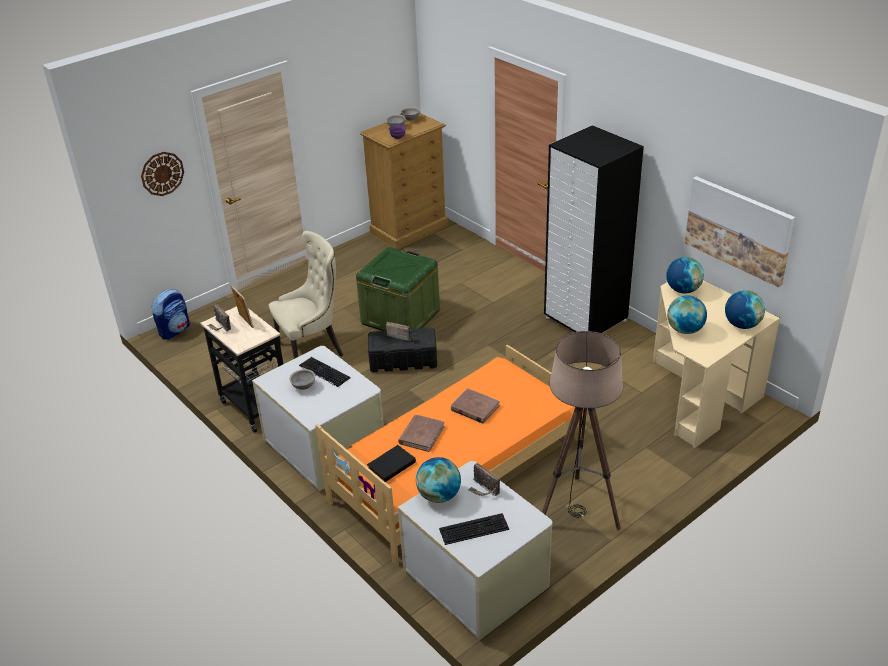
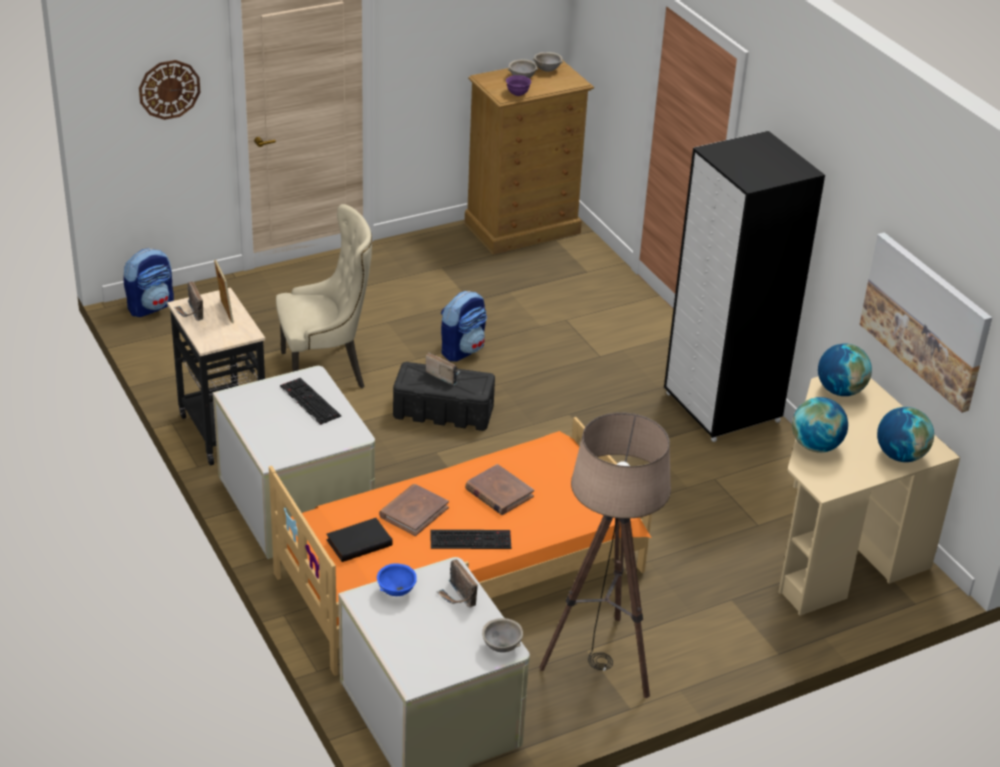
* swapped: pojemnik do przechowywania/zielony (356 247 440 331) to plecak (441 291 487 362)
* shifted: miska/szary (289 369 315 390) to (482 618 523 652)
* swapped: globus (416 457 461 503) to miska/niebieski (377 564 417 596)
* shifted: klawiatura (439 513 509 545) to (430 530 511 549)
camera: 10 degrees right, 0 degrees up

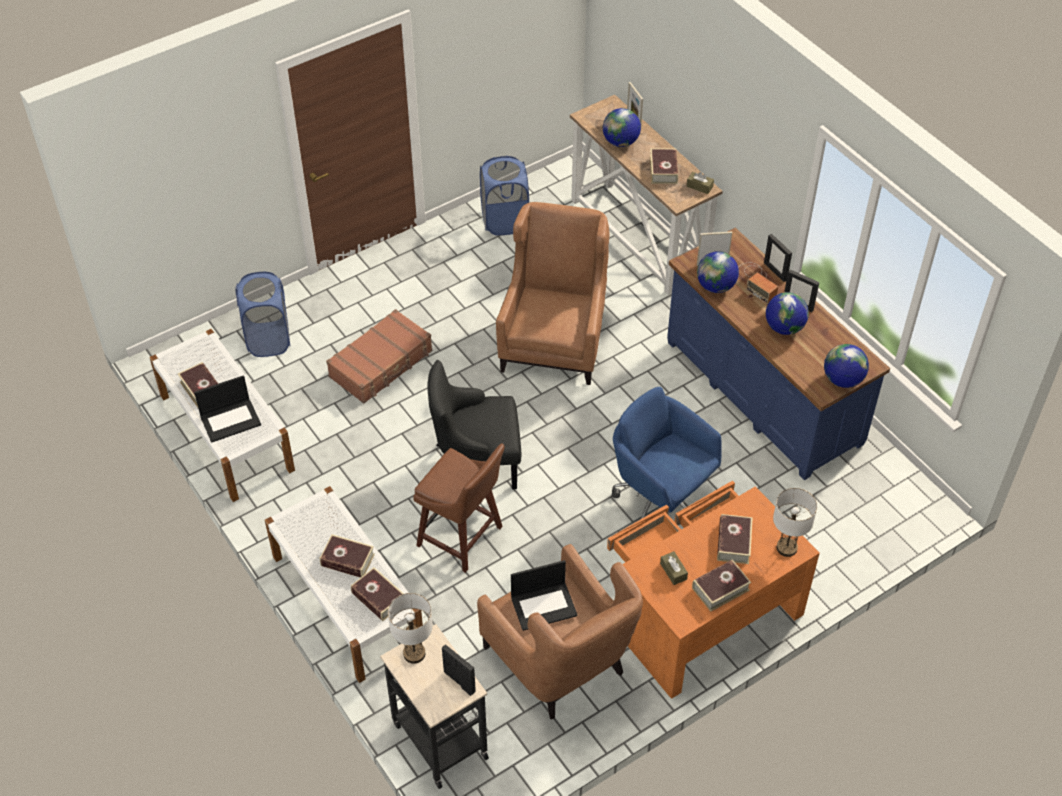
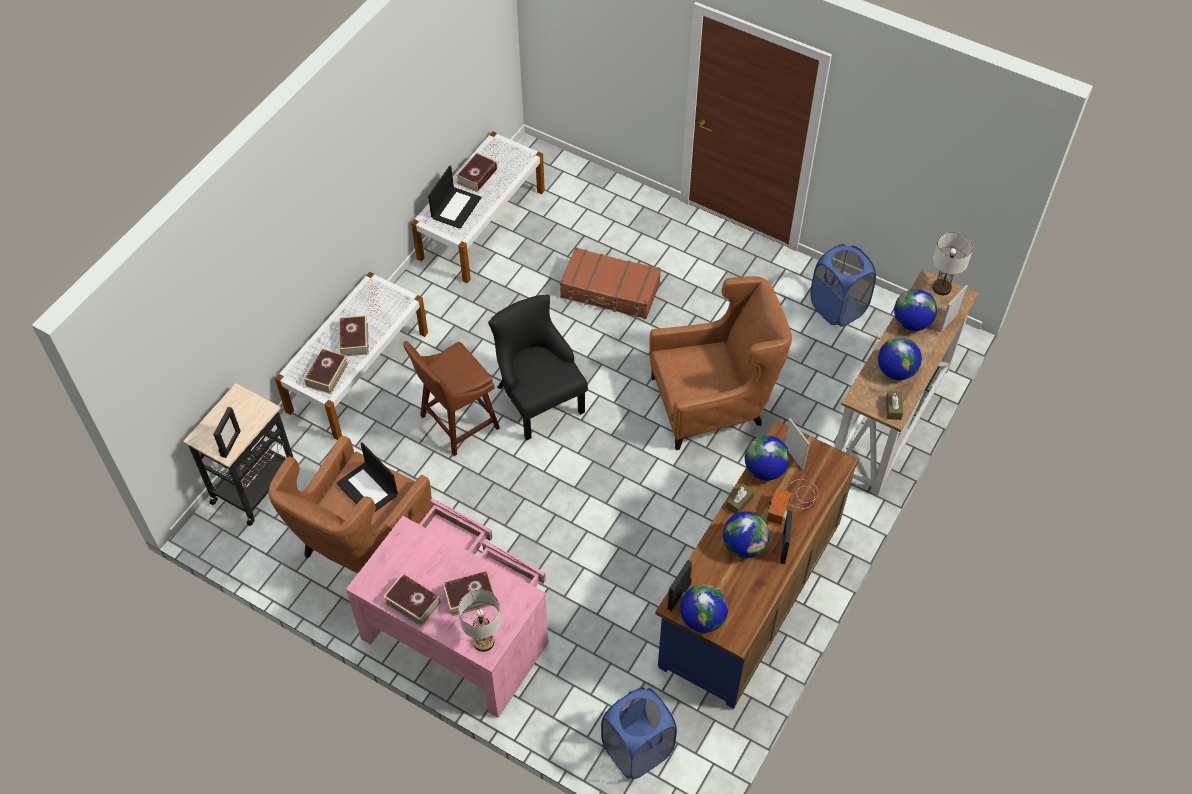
* swapped: książka (650 148 678 184) to globus (878 337 922 380)
* shifted: ramka na zdjęcie (764 234 792 282) to (667 560 692 611)
* shifted: kosz na pranie/niebieski (236 272 290 357) to (601 688 677 779)
* rotated: laptop (194 375 261 443) = (428 166 481 229) 105 degrees counterclockwise
* gone: krzesło biurowe/niebieski (612 387 722 519)
* rotated: krzesło/brązowy (413 444 504 573) = (403 341 500 456) 45 degrees clockwise
* repainted: biurko/pomarańczowy (607 481 820 699) to biurko/różowy (346 498 549 718)
* shifted: pudełko chusteczek/brązowy (660 552 688 585) to (726 483 754 514)
* shifted: lampa stołowa (388 593 433 664) to (933 232 973 295)
camera: 65 degrees right, 5 degrees up

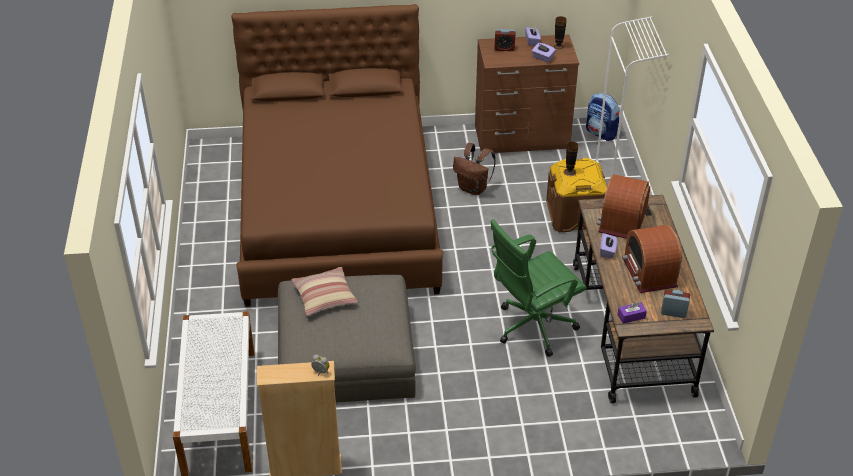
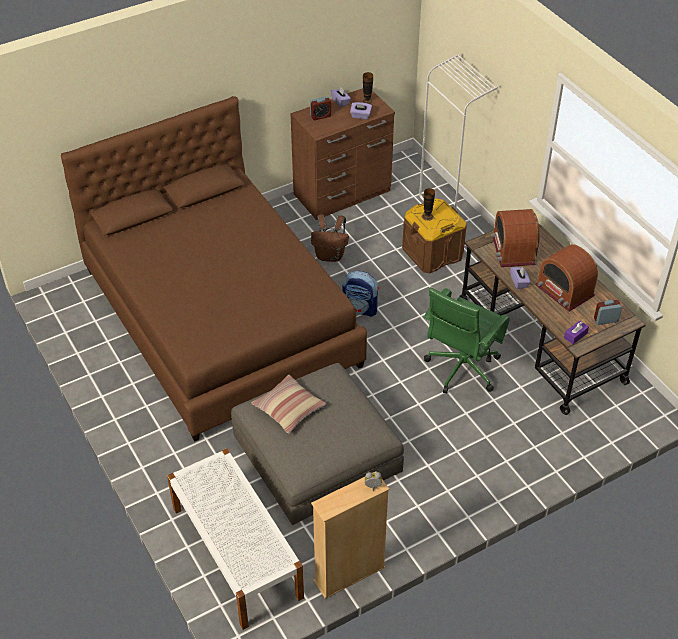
* shifted: plecak (586 93 619 141) to (342 271 379 317)
camera: 25 degrees left, 5 degrees up

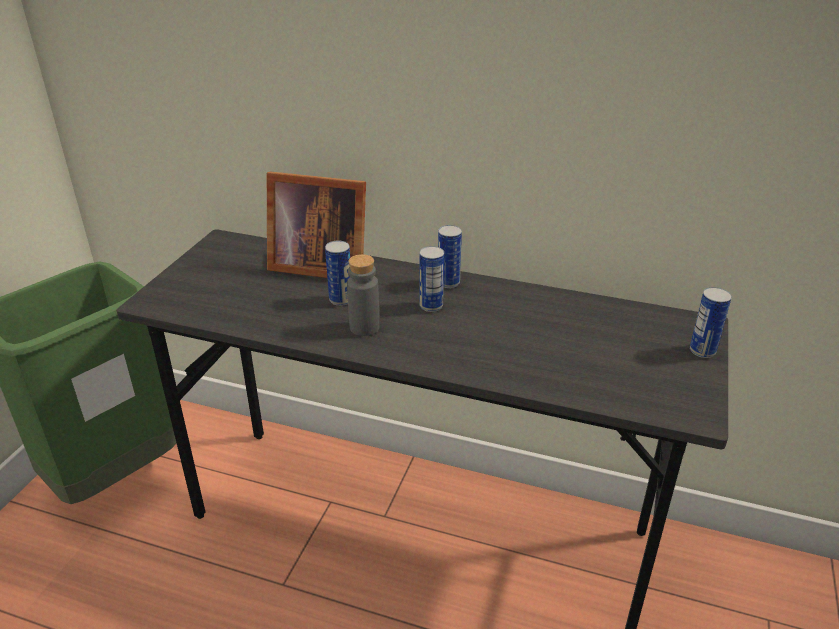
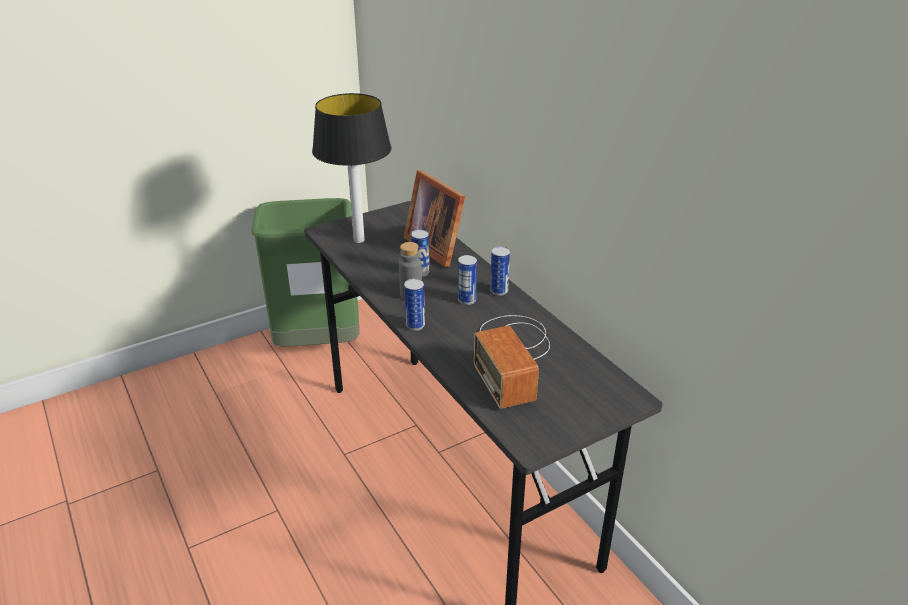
* shifted: puszka (690 287 732 358) to (404 279 425 331)
* new: lampa stołowa (312 93 391 243)
* new: radio (474 315 550 409)
camera: 40 degrees right, 0 degrees up

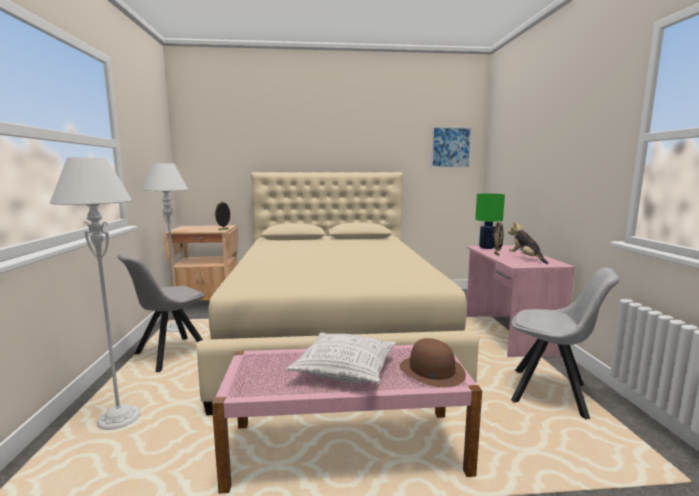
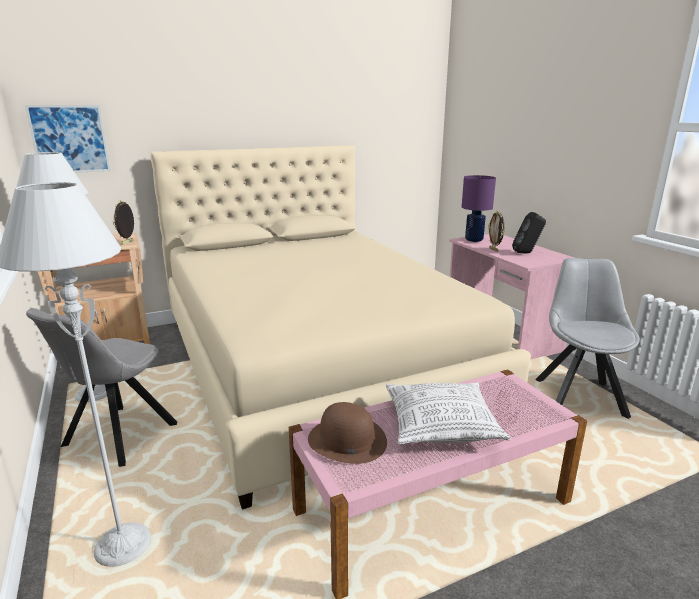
* shifted: obraz (431 127 472 168) to (25 105 111 173)
* repainted: lampa stołowa/zielony (475 193 505 249) to lampa stołowa/fioletowy (462 175 496 242)
* swapped: pluszak (508 222 549 264) to głośnik/czarny (512 212 546 254)
* rotated: krzesło/szary (511 268 620 419) = (535 258 640 419) 90 degrees counterclockwise
* shifted: kapelusz/brązowy (400 338 466 387) to (308 402 387 464)
camera: 20 degrees left, 10 degrees up

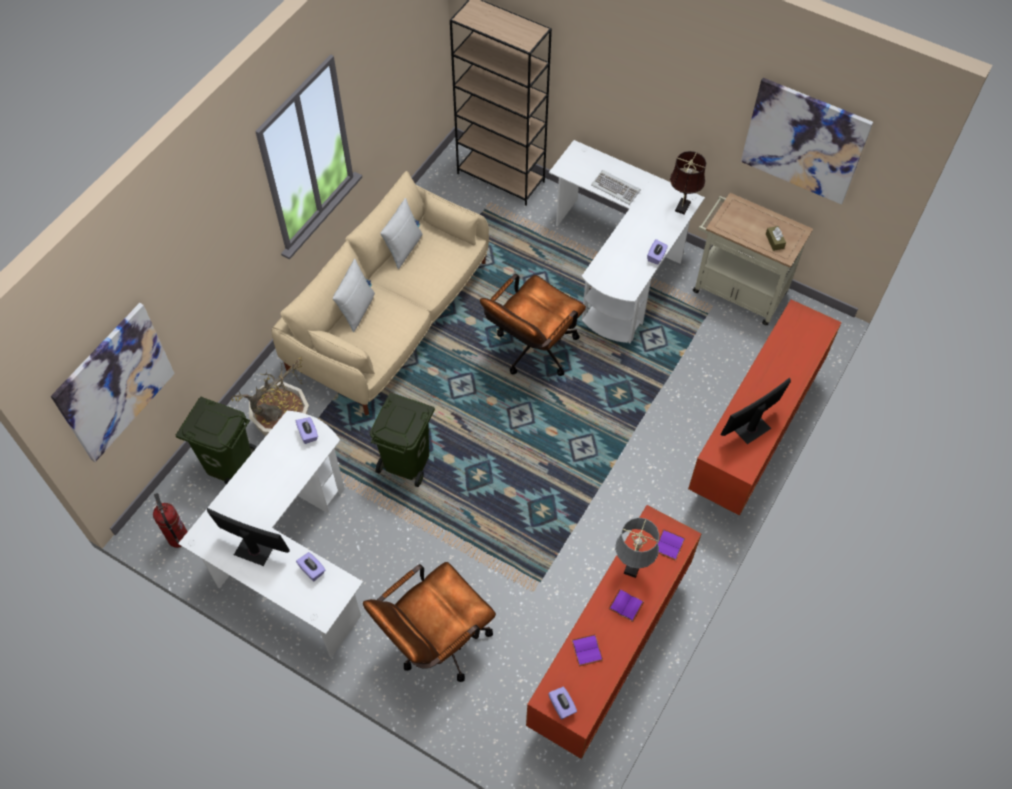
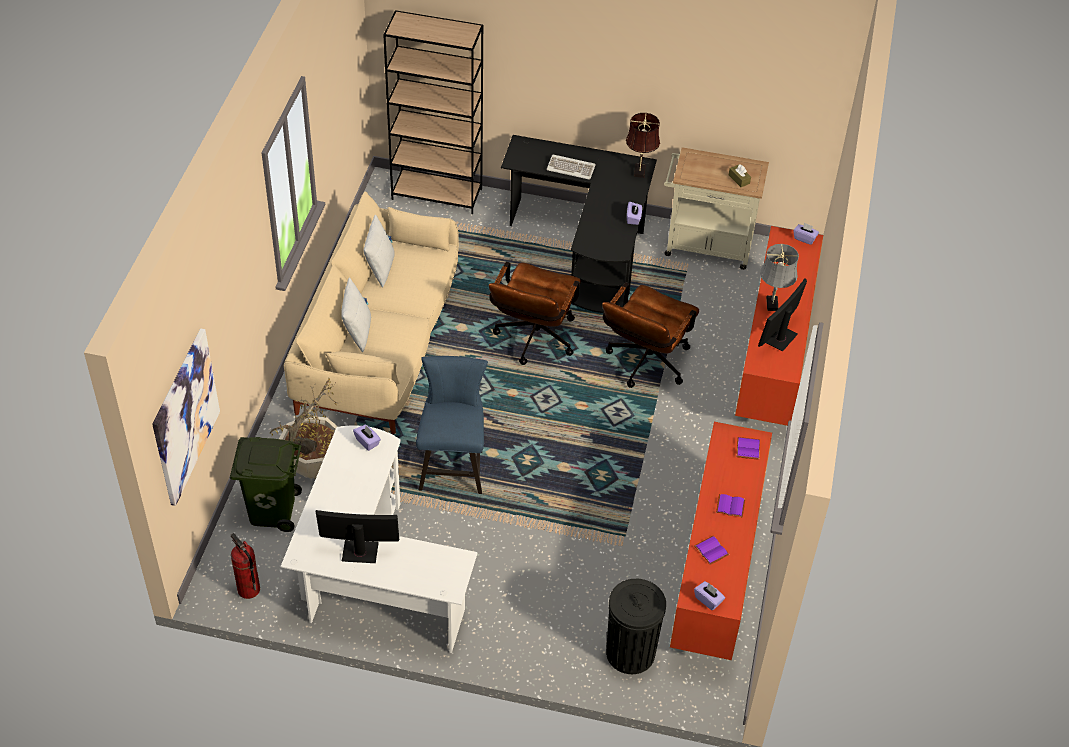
* gone: obraz (741 78 873 204)
* repainted: biurko/biały (549 140 705 343) to biurko/czarny (501 135 657 313)
* swapped: kosz na śmieci/zielony (370 393 435 487) to krzesło/niebieski (416 356 488 494)
* shifted: lampa stołowa/szary (615 518 659 578) to (760 244 799 311)
* shifted: pudełko chusteczek/fioletowy (296 552 326 581) to (794 223 819 245)
* shifted: krzesło biurowe/brązowy (363 562 496 682) to (602 282 699 388)
* new: kosz na śmieci/czarny (606 578 666 674)
camera: 20 degrees left, 10 degrees down

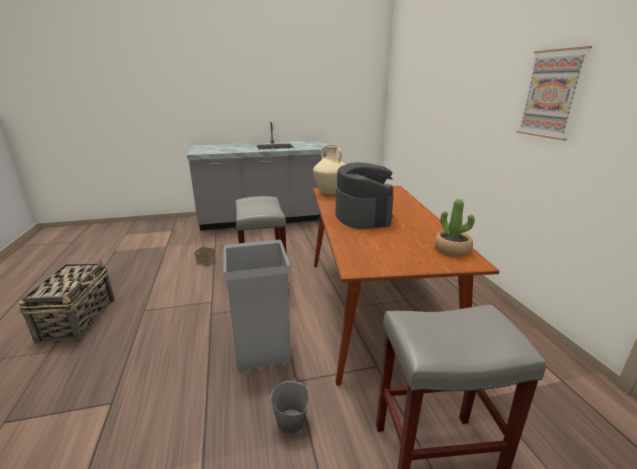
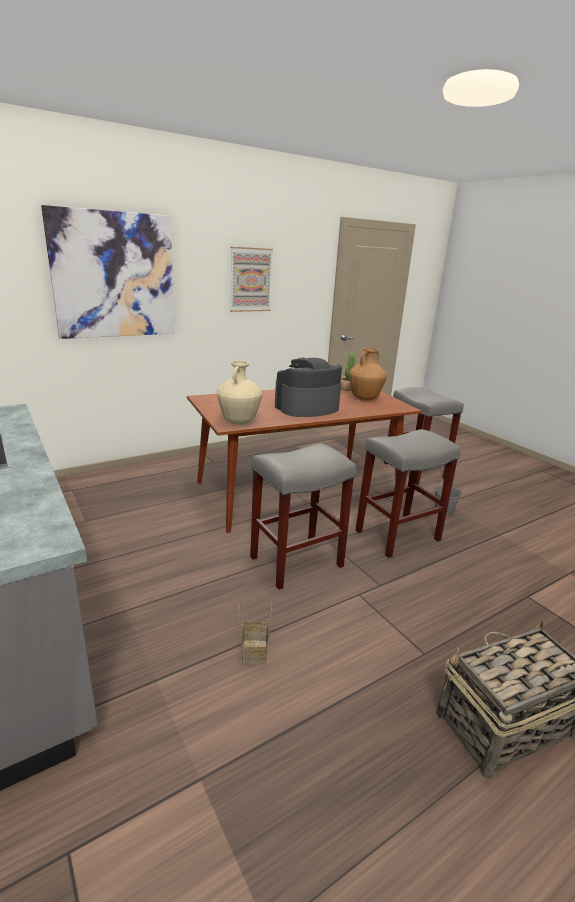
* swapped: kosz na śmieci/szary (223 240 292 371) to stołek/szary (356 429 461 558)
* new: obraz (41 205 175 339)
* new: wazon/brązowy (349 348 387 401)
camera: 110 degrees left, 0 degrees up

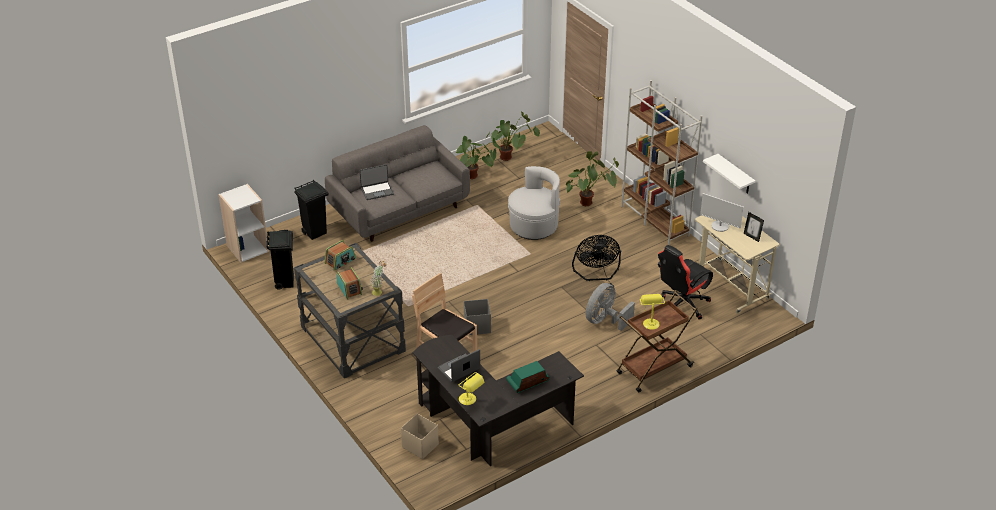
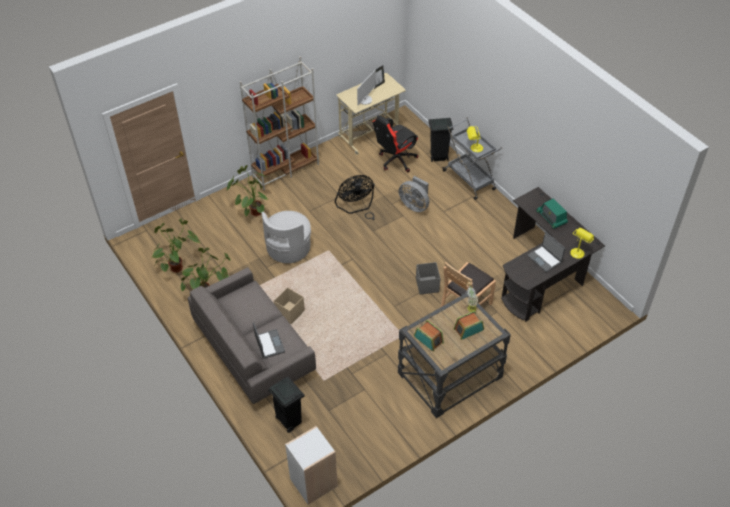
* gone: półka/biały (703 154 755 194)
* rotated: fotel/biały (508 166 560 240) = (262 211 311 263) 120 degrees counterclockwise
* shifted: kosz na śmieci/czarny (266 230 294 289) to (428 118 453 162)
* rotated: wentylator/czarny (572 235 621 290) = (335 175 375 220) 75 degrees clockwise
* rotated: krzesło biurowe/czarny (658 245 713 320) = (372 115 418 172) 90 degrees clockwise
* repainted: wózek/brązowy (616 291 698 392) to wózek/szary (442 117 502 200)
* shifted: pojemnik do przechowywania/beżowy (401 413 439 459) to (274 287 305 324)
camera: 90 degrees left, 10 degrees up

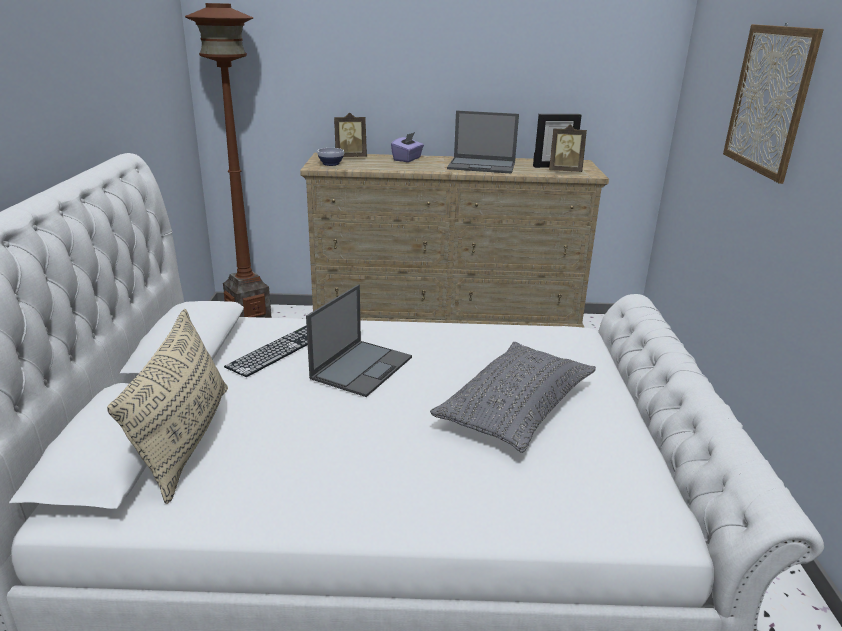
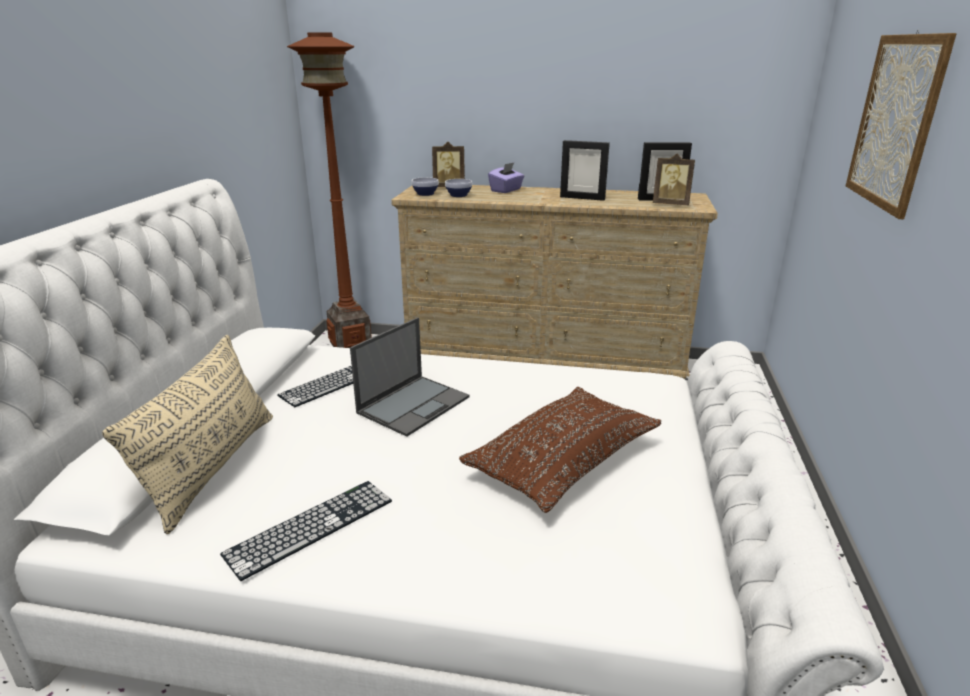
* swapped: laptop (447 111 519 173) to ramka na zdjęcie (560 140 610 201)
* repainted: poduszka/szary (430 342 596 453) to poduszka/brązowy (459 387 661 513)
* new: miska (445 179 472 197)
* new: klawiatura (220 481 392 581)
camera: 10 degrees right, 0 degrees up

